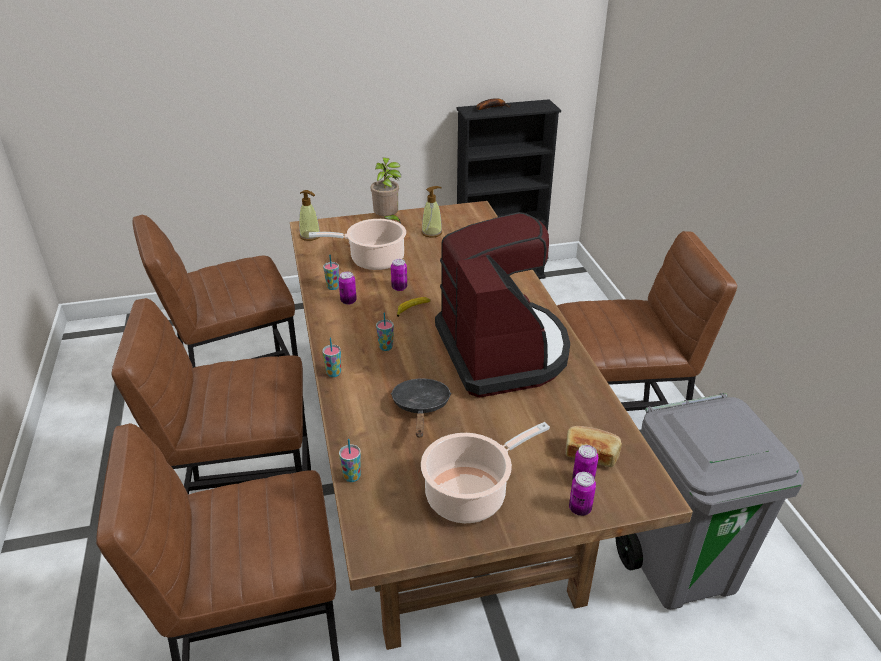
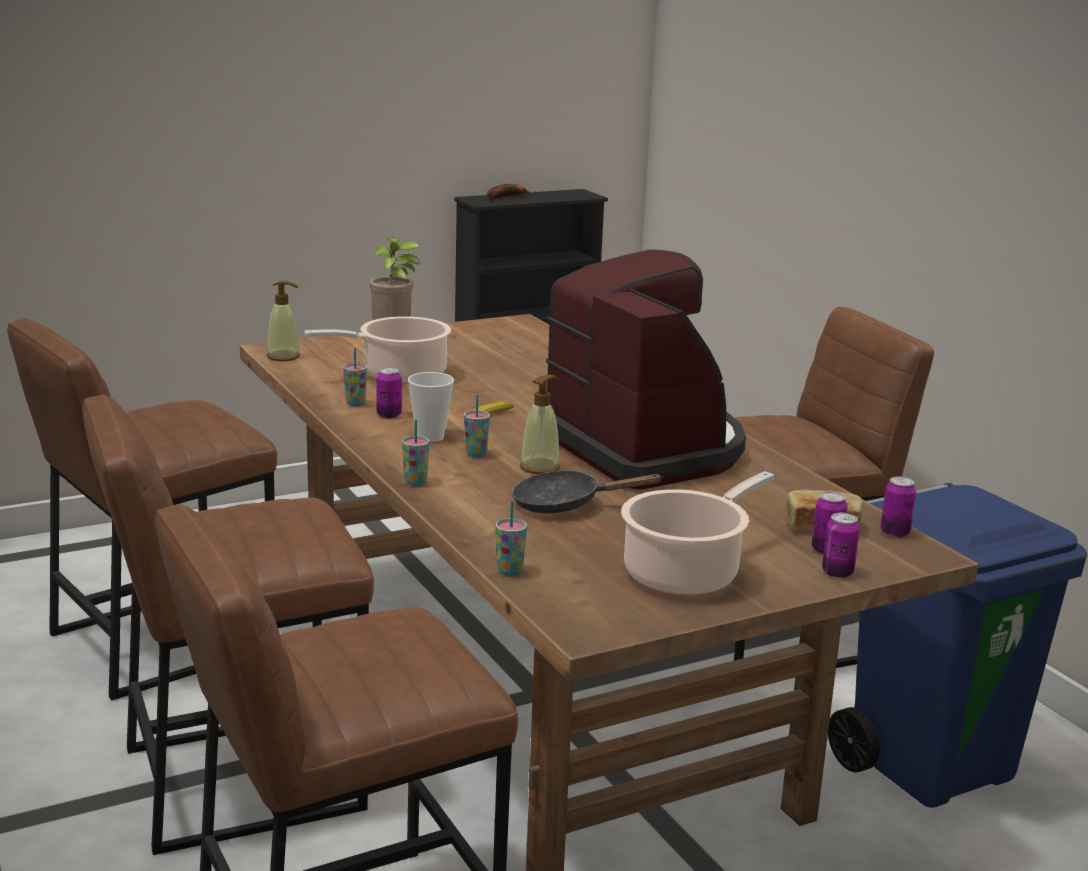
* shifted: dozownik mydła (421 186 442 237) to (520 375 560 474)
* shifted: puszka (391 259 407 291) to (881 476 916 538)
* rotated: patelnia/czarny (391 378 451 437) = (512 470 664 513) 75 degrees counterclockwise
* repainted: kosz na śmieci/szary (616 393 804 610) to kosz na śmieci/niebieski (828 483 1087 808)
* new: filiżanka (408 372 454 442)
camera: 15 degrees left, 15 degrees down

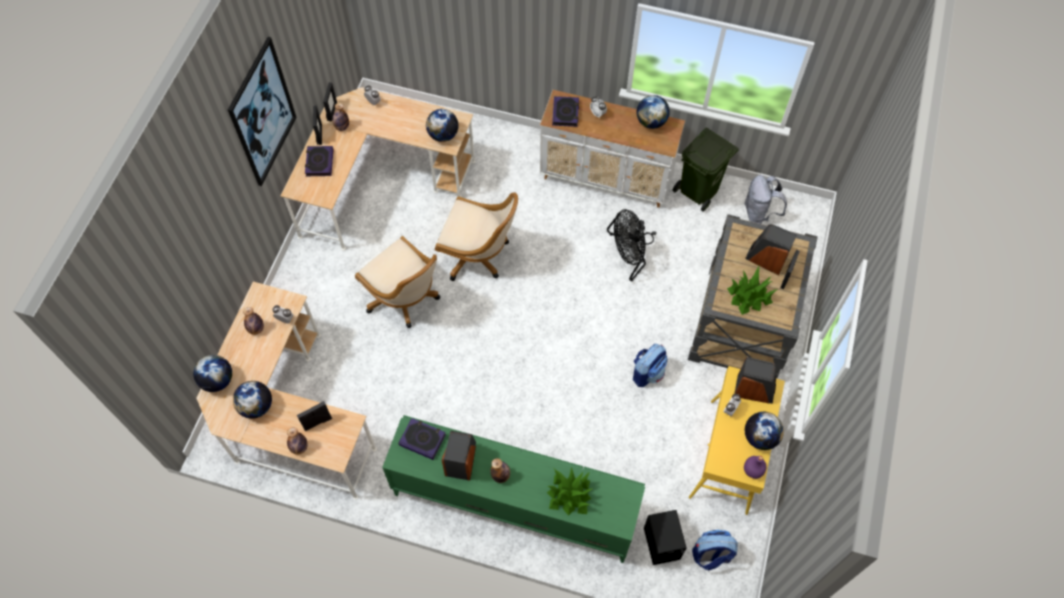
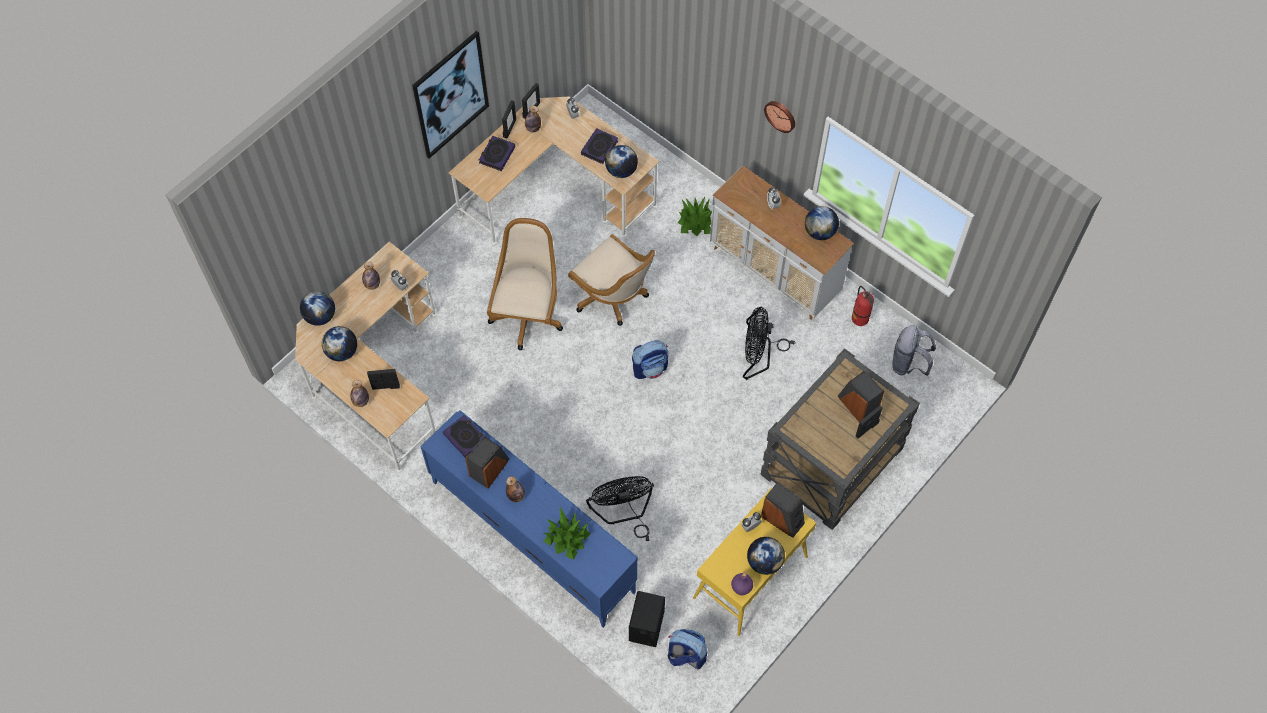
* shifted: książka (552 96 579 127) to (581 128 618 164)
* swapped: kosz na śmieci/zielony (673 128 739 212) to gaśnica (852 286 874 326)
* rotated: krzesło biurowe (355 236 440 328) = (487 218 563 350) 150 degrees counterclockwise
* shifted: roślina doniczkowa (727 266 778 315) to (677 197 712 236)
* shifted: plecak (633 344 668 387) to (632 340 668 379)
* repainted: szafka/zielony (382 415 645 563) to szafka/niebieski (420 410 638 628)
* new: zegar ścienny (764 101 795 133)
* new: wentylator/czarny (586 476 654 541)
camera: 25 degrees right, 0 degrees up

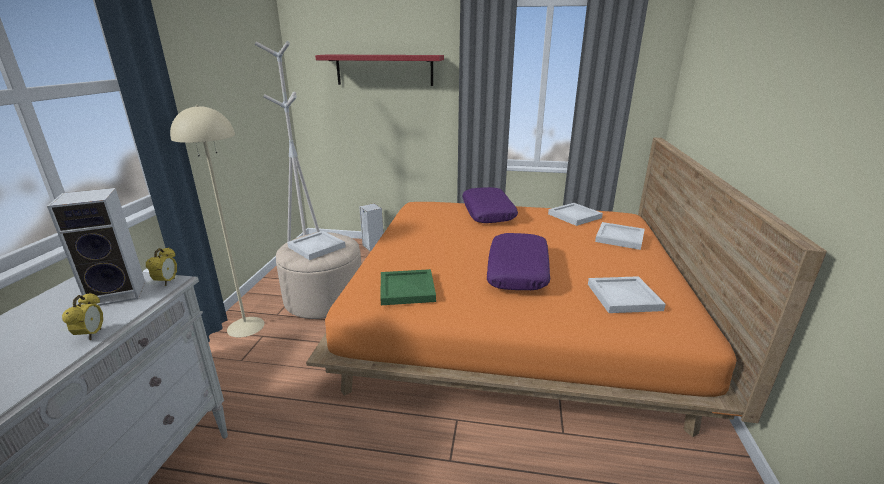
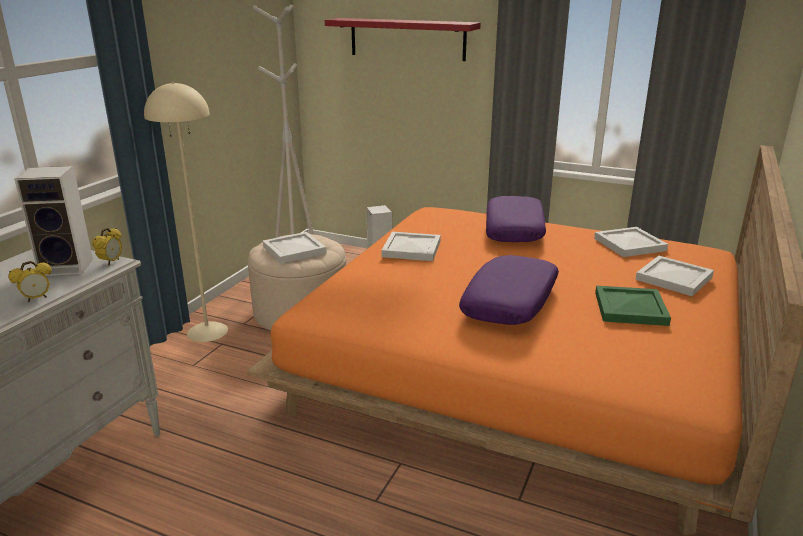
* shifted: taca/zielony (380 269 436 305) to (595 286 671 326)
* shifted: taca/biały (588 276 666 313) to (381 232 441 261)
* rotated: budzik (62 293 103 340) = (8 261 52 302) 45 degrees clockwise
camera: 15 degrees right, 0 degrees up

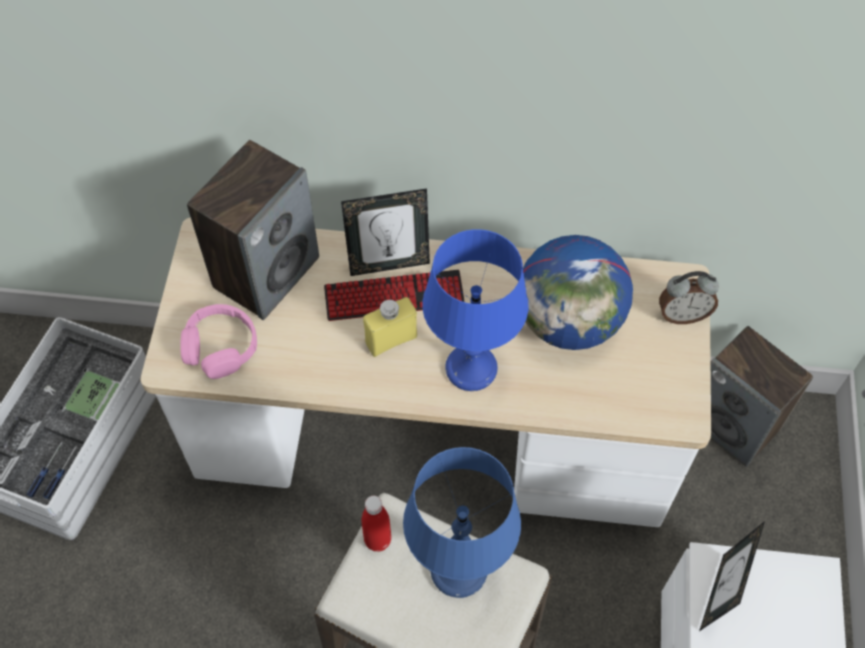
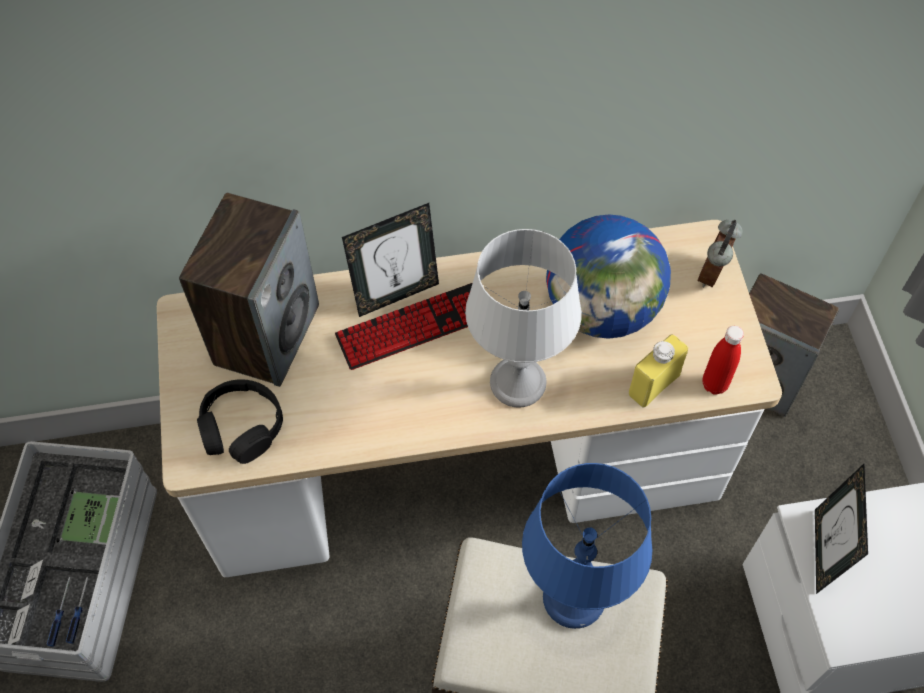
* repainted: lampa stołowa/niebieski (422 229 529 391) to lampa stołowa/szary (465 229 582 408)
* rotated: budzik (659 271 719 324) = (698 220 743 287) 135 degrees clockwise
* shifted: butelka/żółty (363 297 417 357) to (629 334 688 407)
* repainted: słuchawki/różowy (180 304 257 379) to słuchawki/czarny (197 379 283 464)
* shifted: butelka/czerwony (362 496 391 552) to (703 326 744 395)
camera: 15 degrees left, 0 degrees up

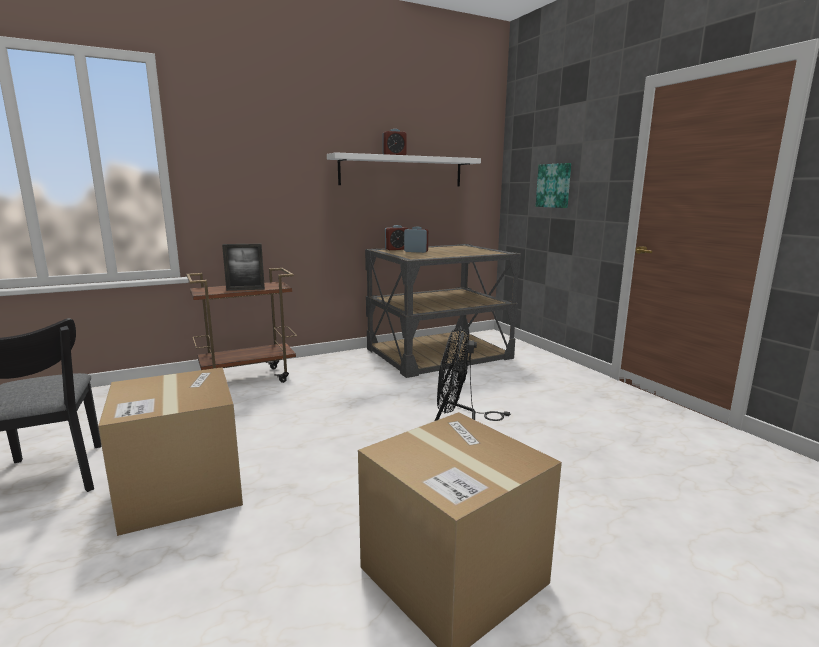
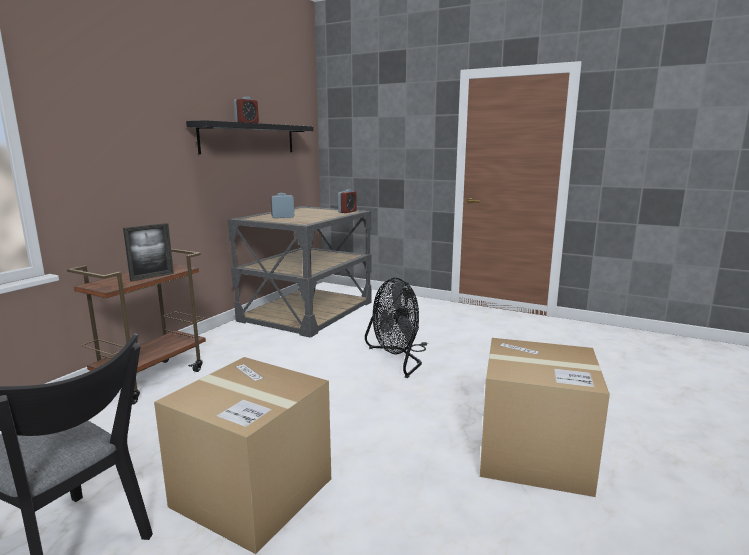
* repainted: półka/biały (327 152 481 186) to półka/czarny (186 120 313 154)
* gone: obraz (536 163 571 208)
* shifted: budzik (385 225 408 250) to (338 189 357 213)
camera: 35 degrees left, 0 degrees up

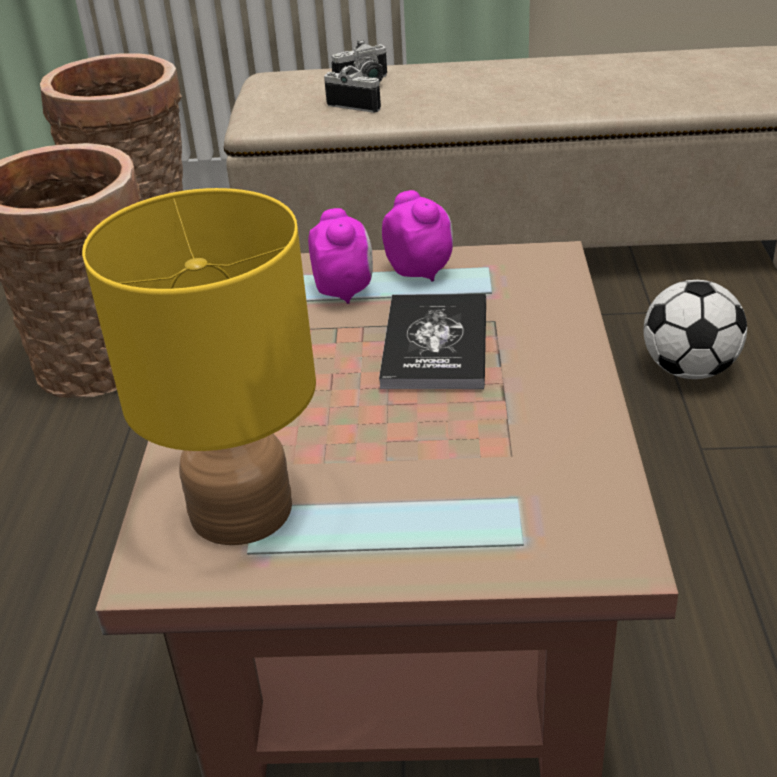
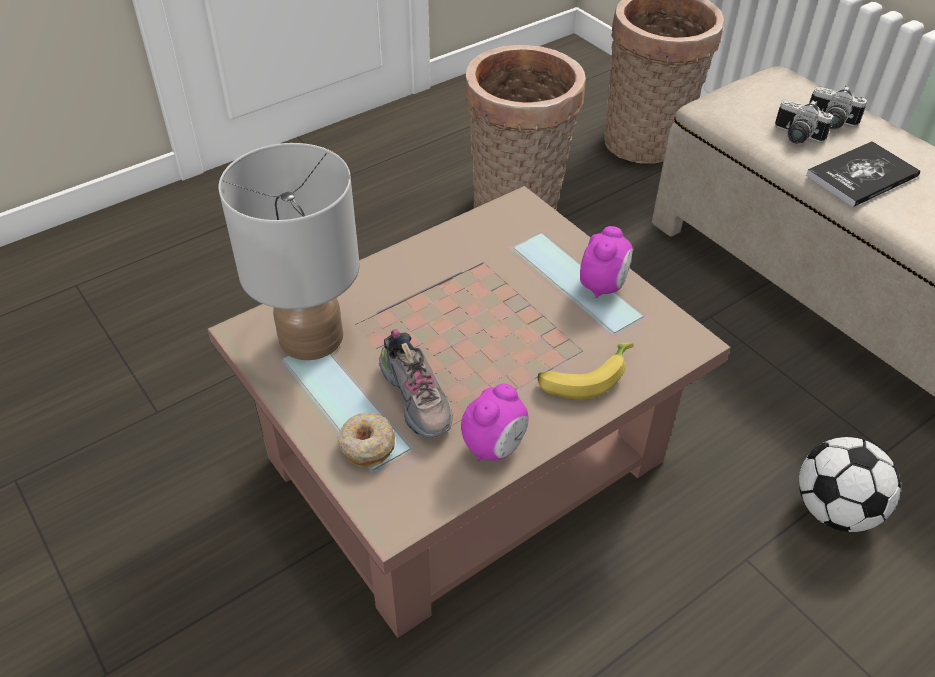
* rotated: aparat fotograficzny (324 65 381 113) = (775 99 834 144) 135 degrees clockwise
* repainted: lampa stołowa/żółty (82 188 316 545) to lampa stołowa/szary (219 143 359 360)
* shifted: budzik (308 208 373 304) to (461 384 528 461)
* shifted: książka (379 294 486 389) to (806 141 920 207)
* new: but (379 329 453 437)
* new: banan (538 343 634 400)
* new: donut (337 413 395 467)
camera: 50 degrees right, 10 degrees up

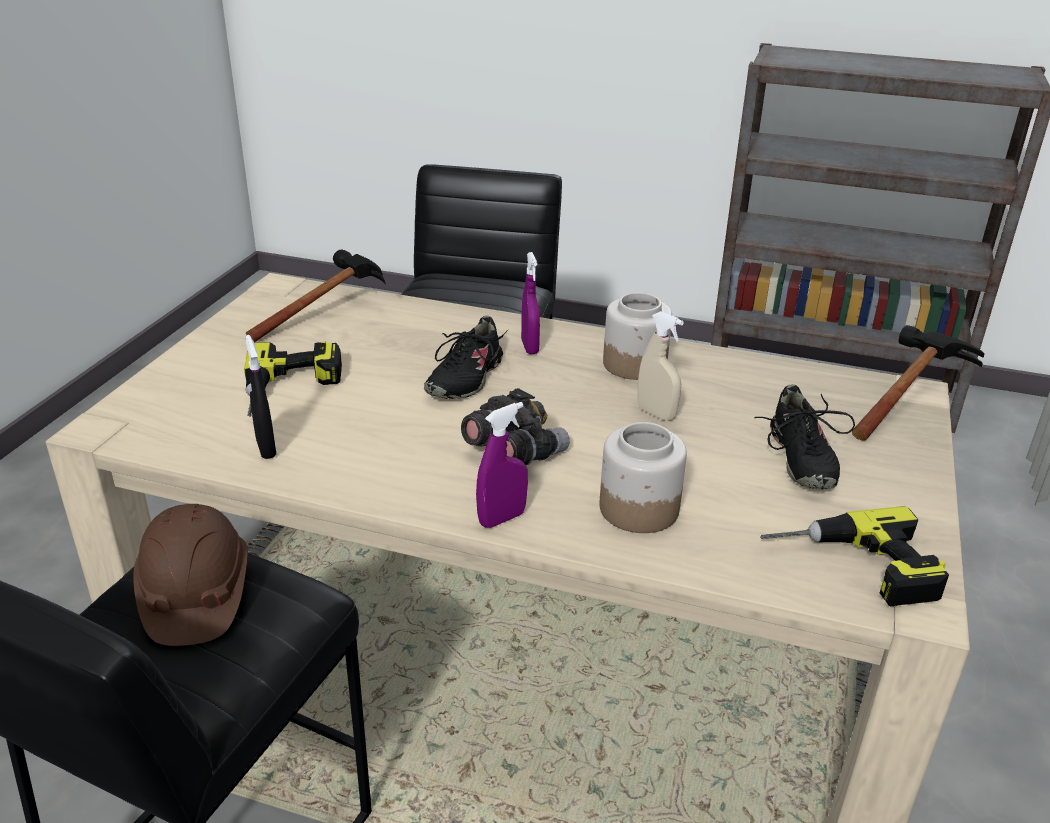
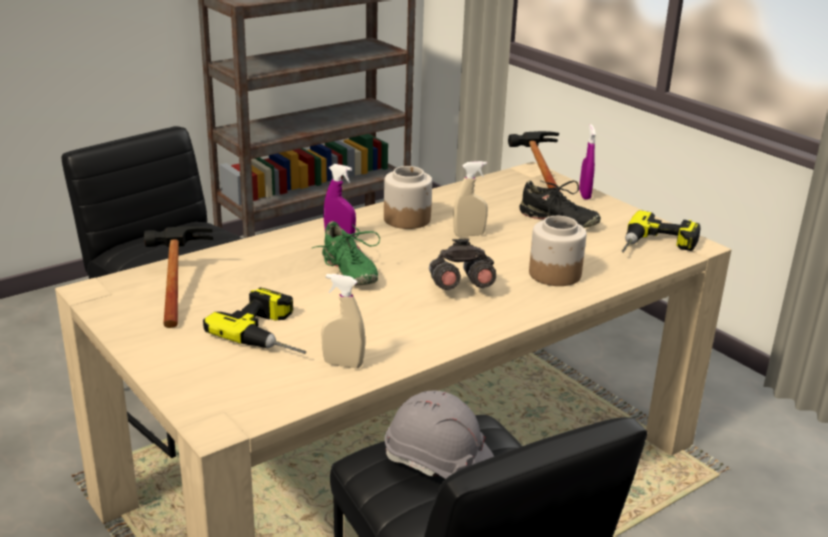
* repainted: but/czarny (424 315 508 399) to but/zielony (311 221 380 286)
* repainted: spryskiwacz/czarny (246 335 276 459) to spryskiwacz/beżowy (321 274 365 368)
* shifted: spryskiwacz/fioletowy (476 402 528 528) to (579 124 596 199)
* repainted: kask/brązowy (133 504 248 646) to kask/szary (385 391 494 479)
camera: 55 degrees left, 5 degrees down

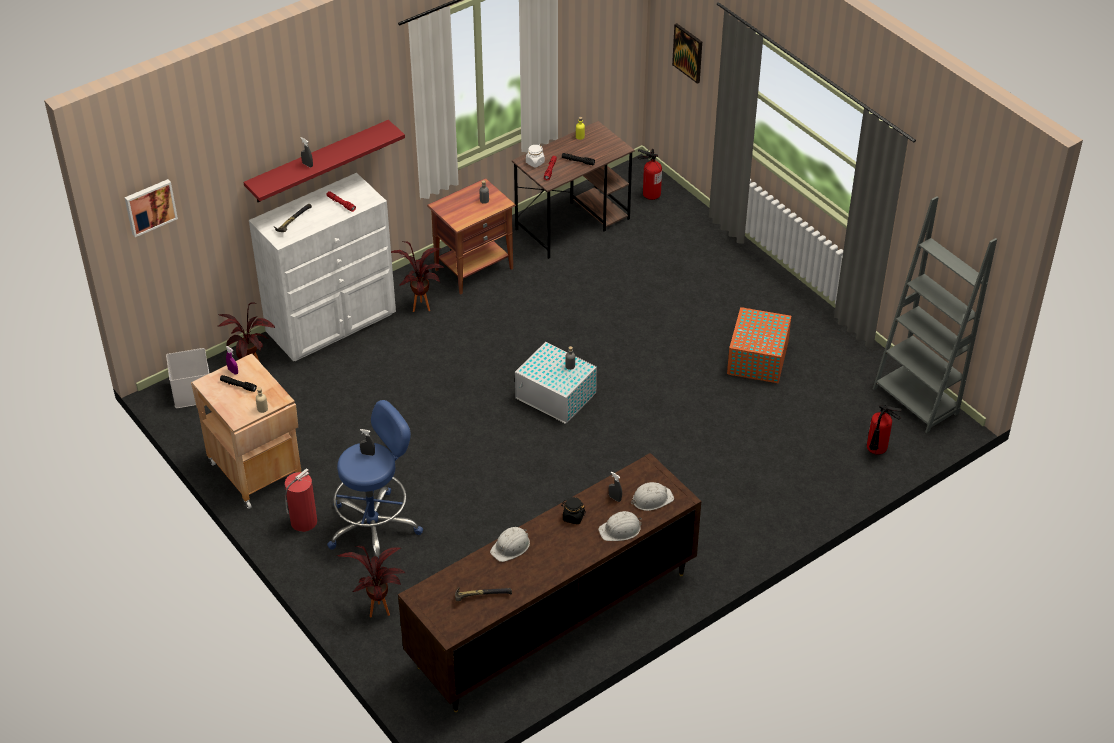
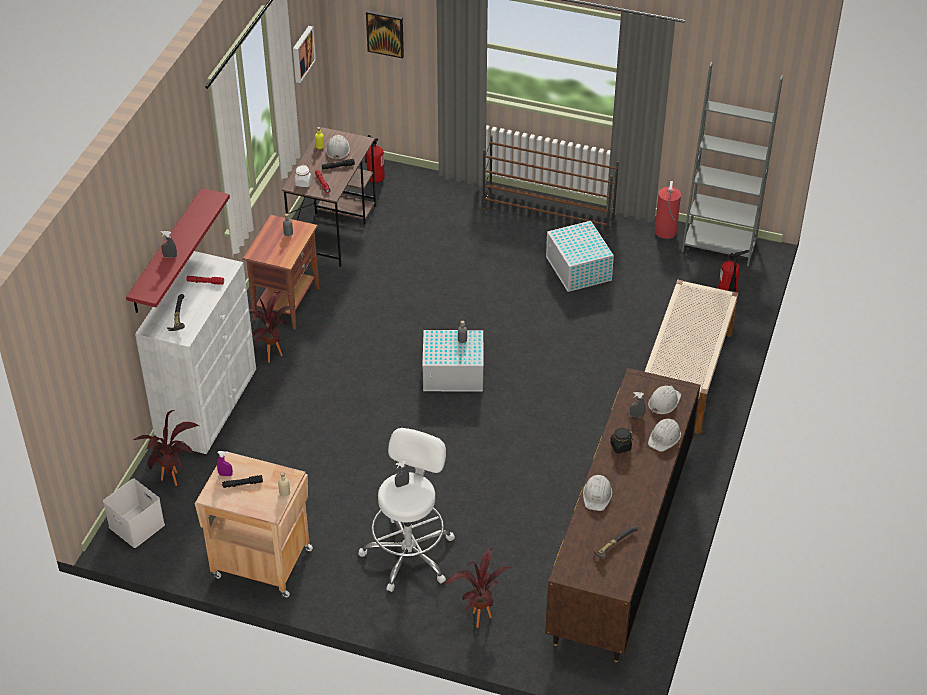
* shifted: obraz (125 179 178 237) to (293 26 316 83)
* repainted: pojemnik do przechowywania/pomarańczowy (727 307 791 383) to pojemnik do przechowywania/biały (546 221 614 292)
* repainted: stołek/niebieski (327 400 423 558) to stołek/biały (358 428 455 592)
* shifted: gaśnica (285 468 317 532) to (655 181 681 239)
* new: kask/biały (326 135 350 160)
* new: regał na buty/brązowy (482 135 619 236)
* new: ławka/beżowy (645 280 738 434)
camera: 35 degrees left, 0 degrees up

